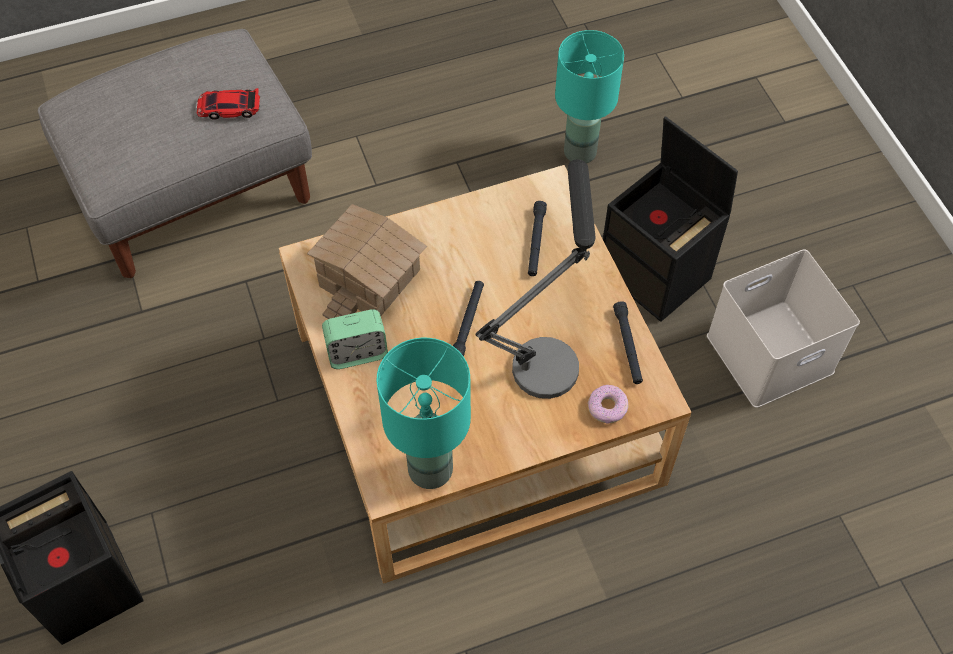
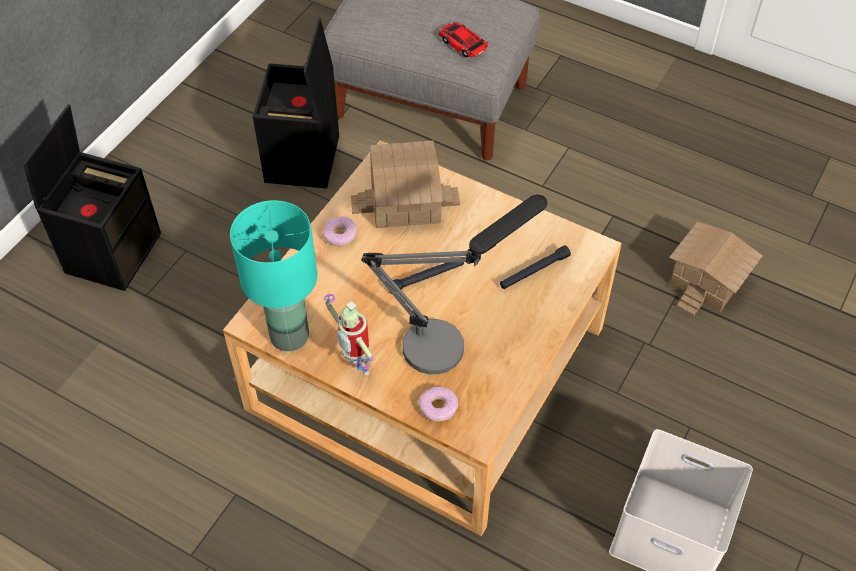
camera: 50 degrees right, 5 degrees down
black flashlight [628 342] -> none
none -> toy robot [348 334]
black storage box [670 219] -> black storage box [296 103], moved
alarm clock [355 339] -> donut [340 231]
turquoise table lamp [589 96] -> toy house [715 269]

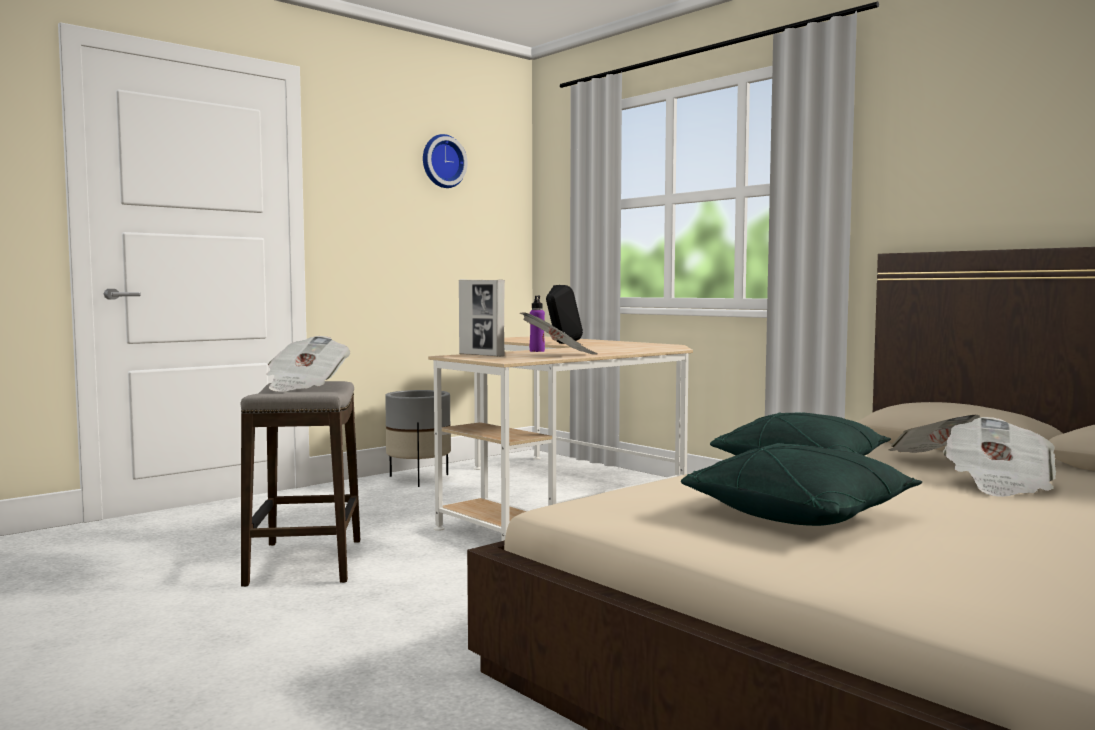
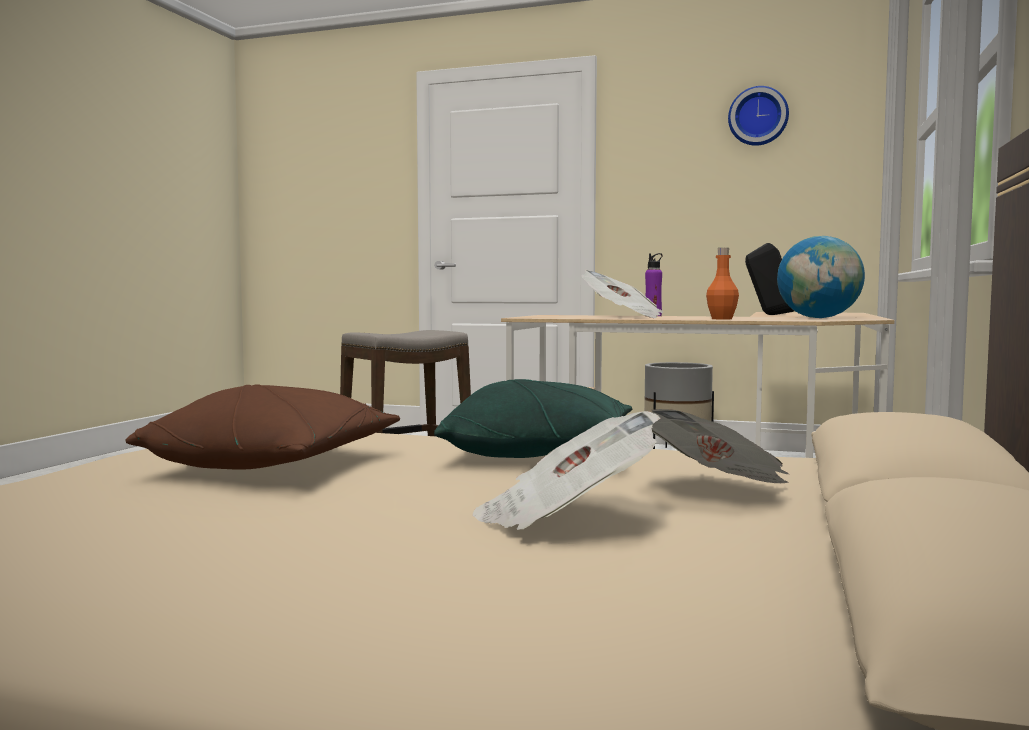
camera: 60 degrees right, 0 degrees up
newspaper [308 364] -> none
picture frame [482 318] -> none
none -> orange bottle [722 283]
none -> globe [821 277]
green pillow [801 484] -> brown pillow [263 427]

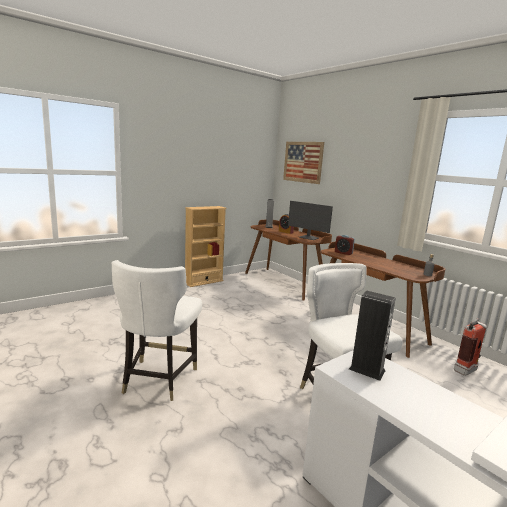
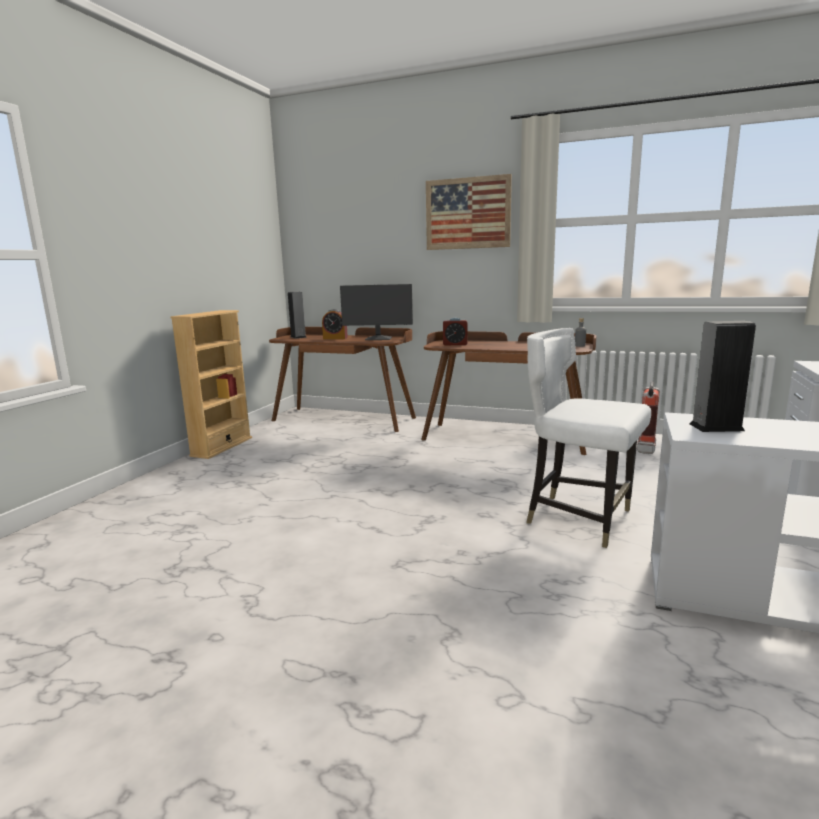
camera: 30 degrees left, 0 degrees up
white chair [157 330] -> none
picture [303 163] -> picture [469 212], moved

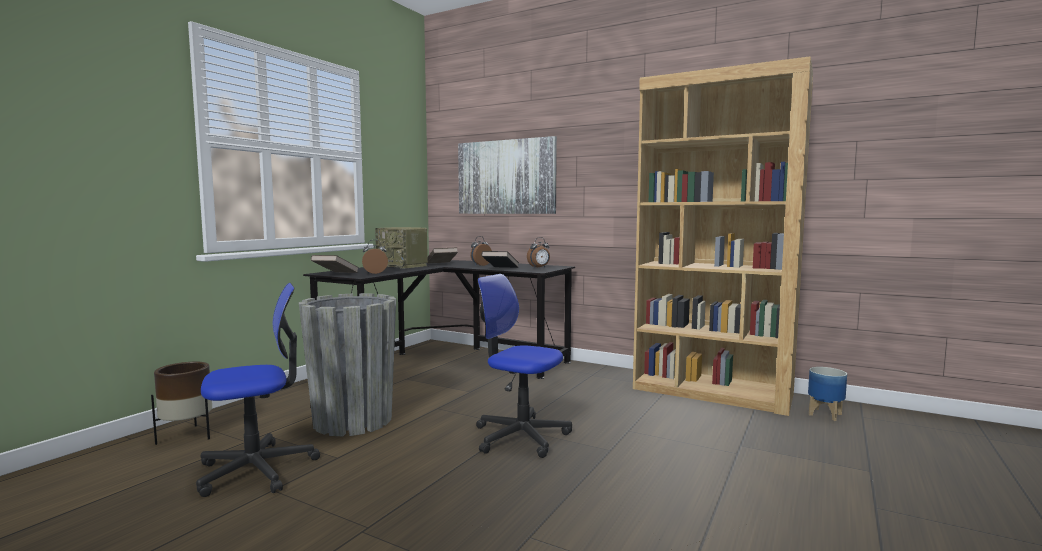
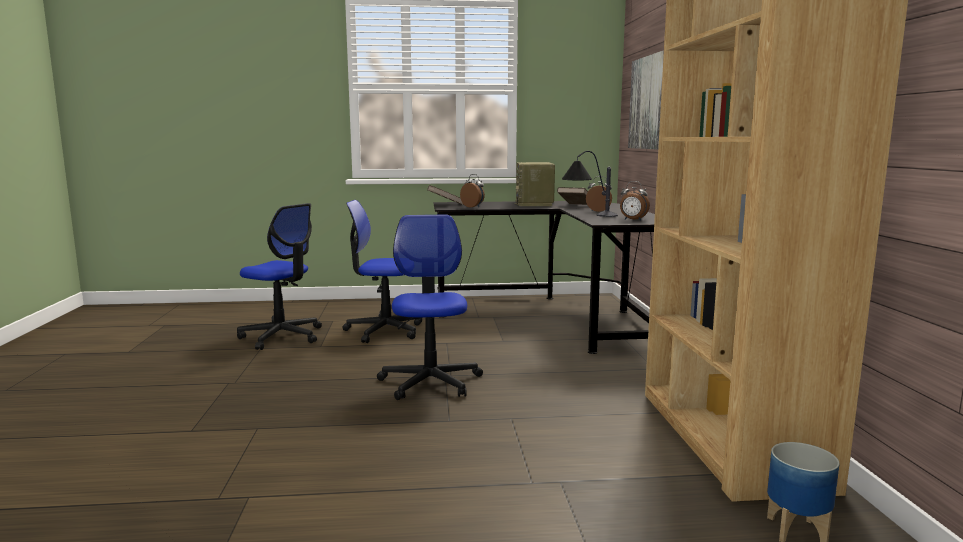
camera: 55 degrees right, 5 degrees up
brown planter [181 403] -> none
grey planter [347 364] -> office chair [382 271]
black book [500 259] -> table lamp [590 184]

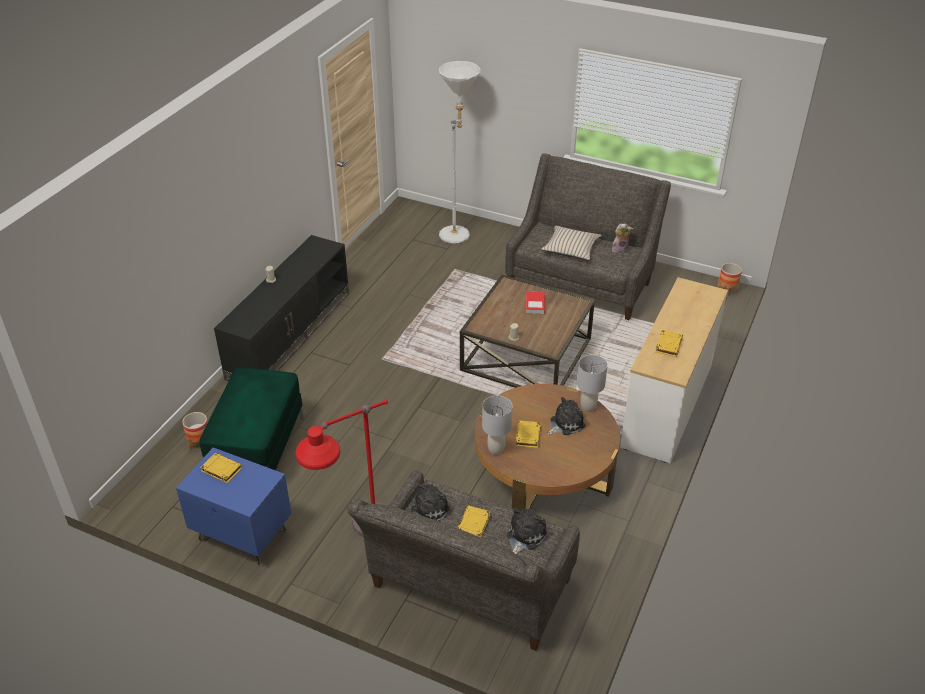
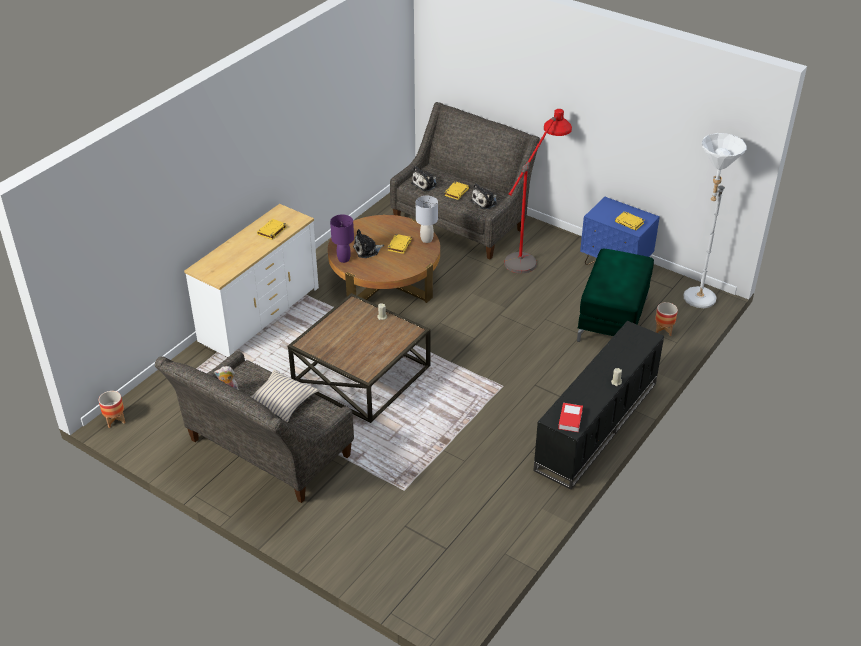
camera: 170 degrees left, 0 degrees up
white floor lamp [459 152] -> white floor lamp [715 220], moved
book [535 303] -> book [570 417], moved
grey table lamp [592 383] -> purple table lamp [342 238]

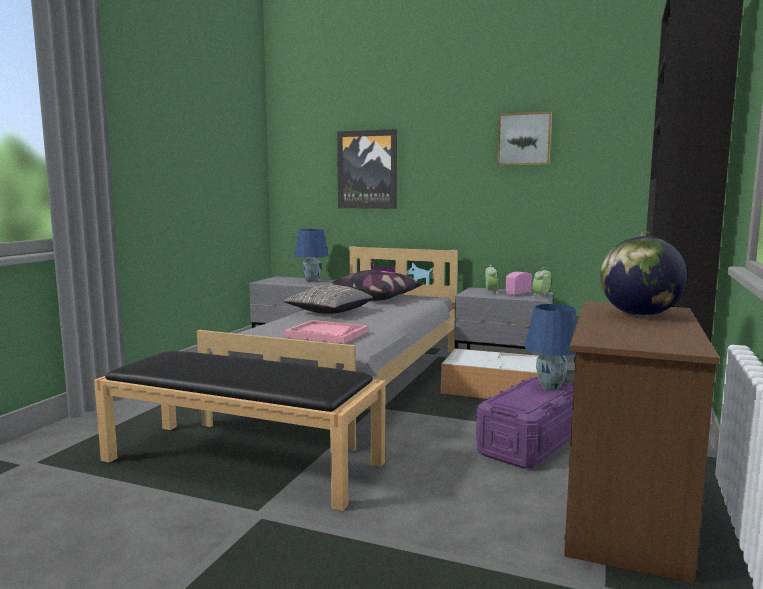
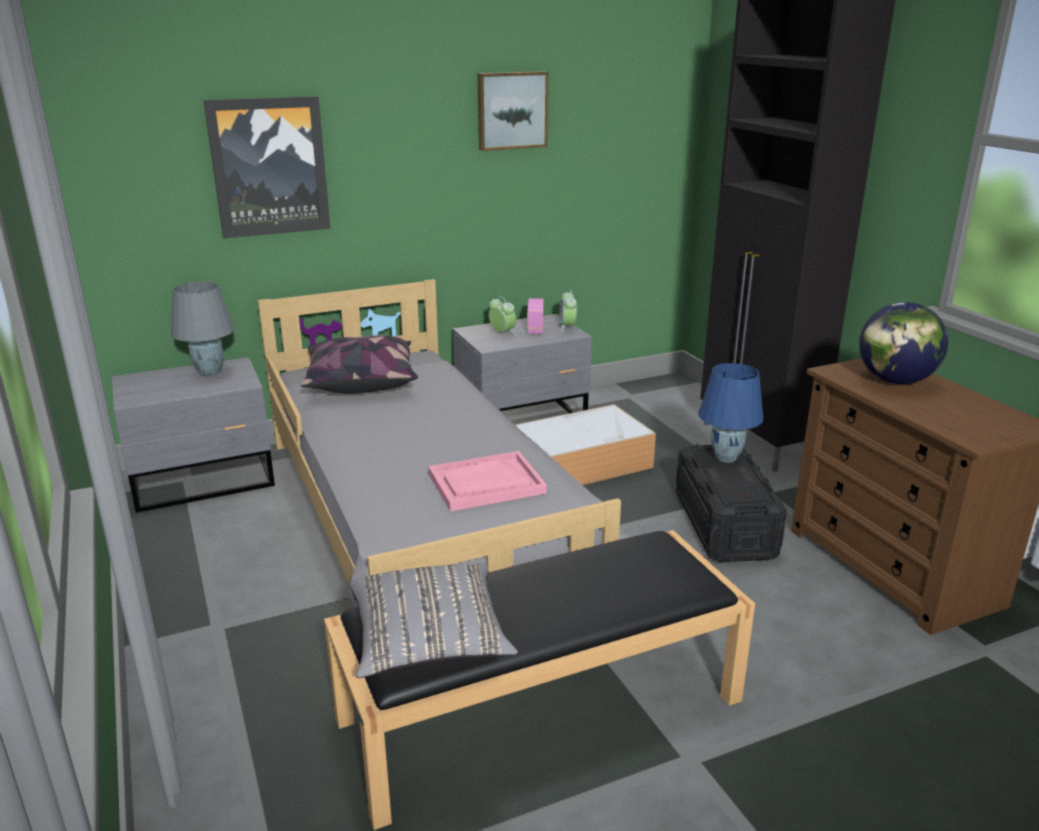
camera: 45 degrees left, 15 degrees up
grey pillow [328 299] -> grey pillow [433 620], moved
blue table lamp [312 255] -> grey table lamp [202 328]
purple storage box [525 423] -> black storage box [731 503]

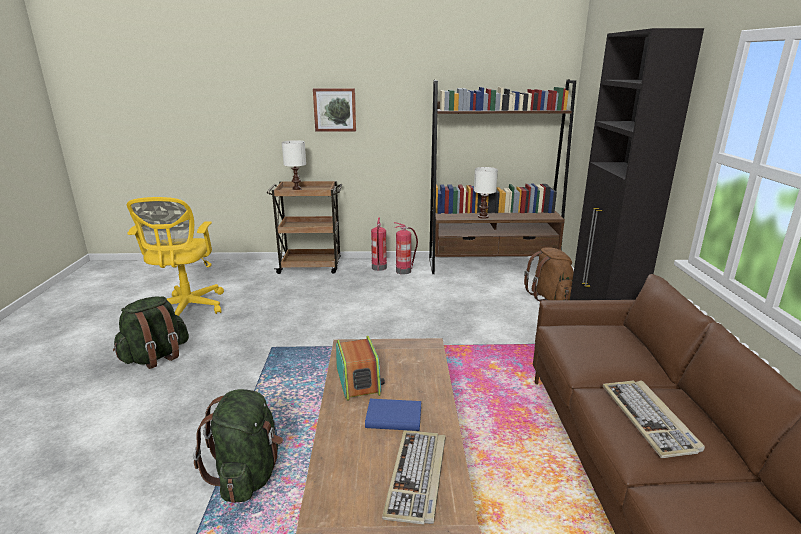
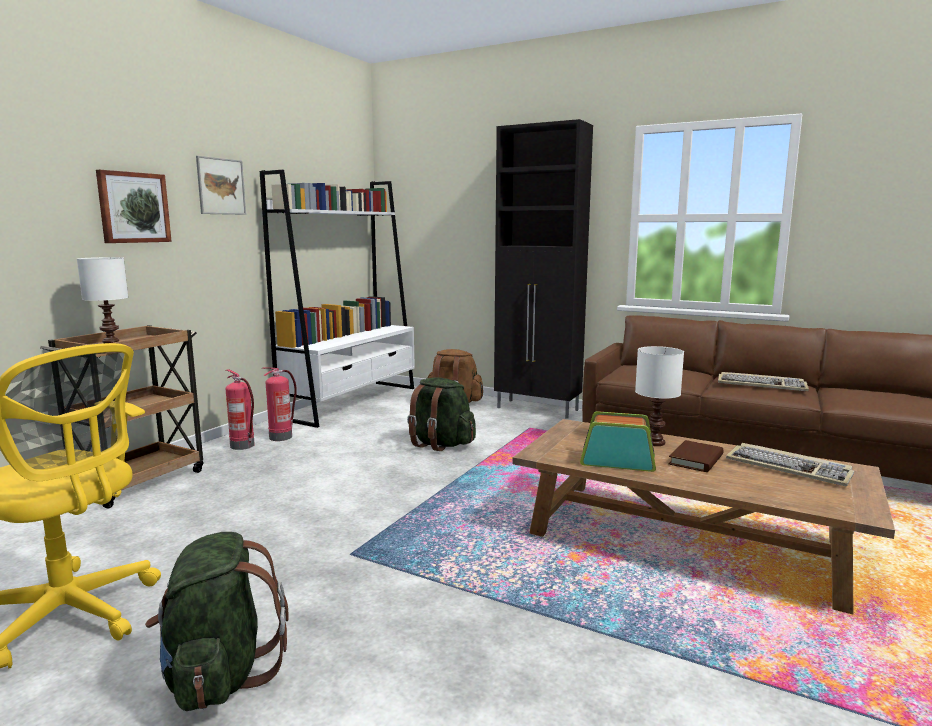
camera: 60 degrees left, 10 degrees down
none -> picture [221 185]
green backpack [238 446] -> green backpack [441 414], moved
white table lamp [486 193] -> white table lamp [659 396], moved
blue book [393 415] -> brown book [695 456]
brown bookcase [502 176] -> white bookcase [337 299]

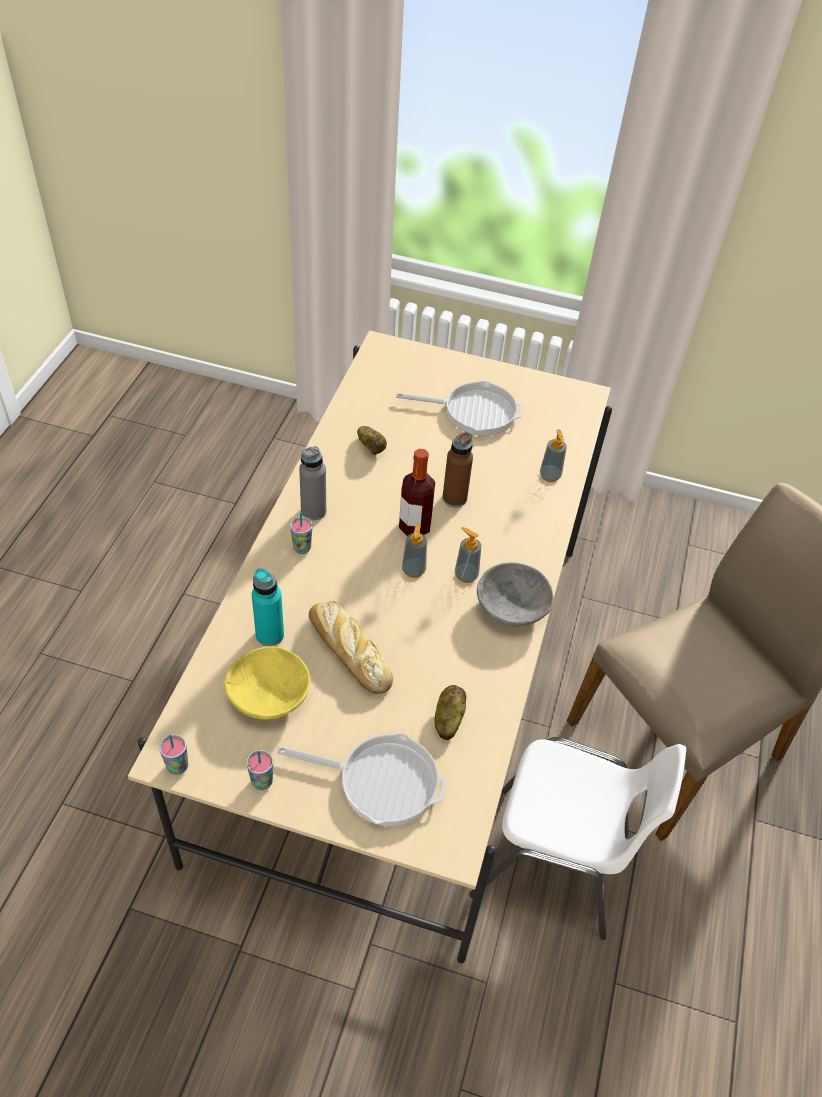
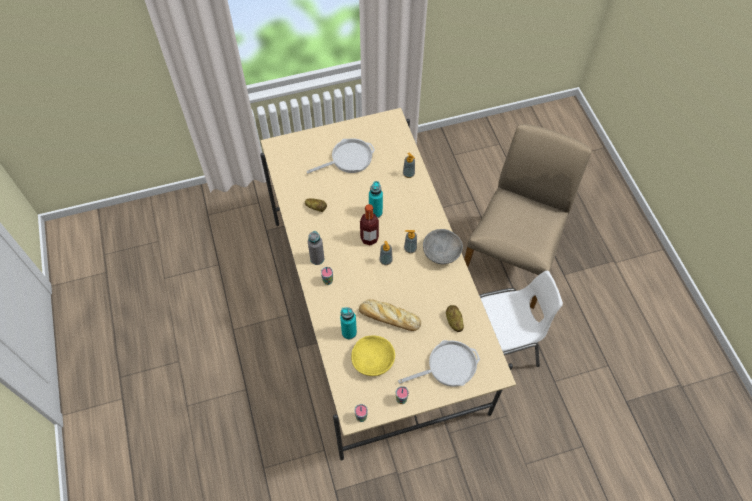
camera: 30 degrees left, 10 degrees up
brown bottle [457 469] -> turquoise bottle [376 199]

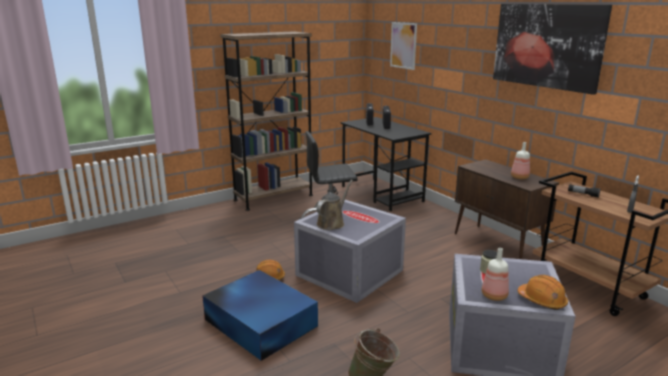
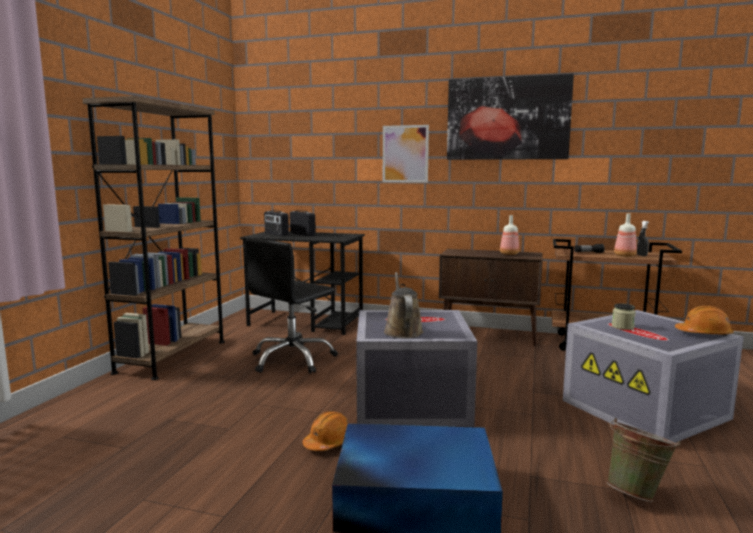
camera: 40 degrees left, 10 degrees down
picture [403 46] -> picture [406 154], moved
bottle [495 274] -> bottle [625 235], moved

